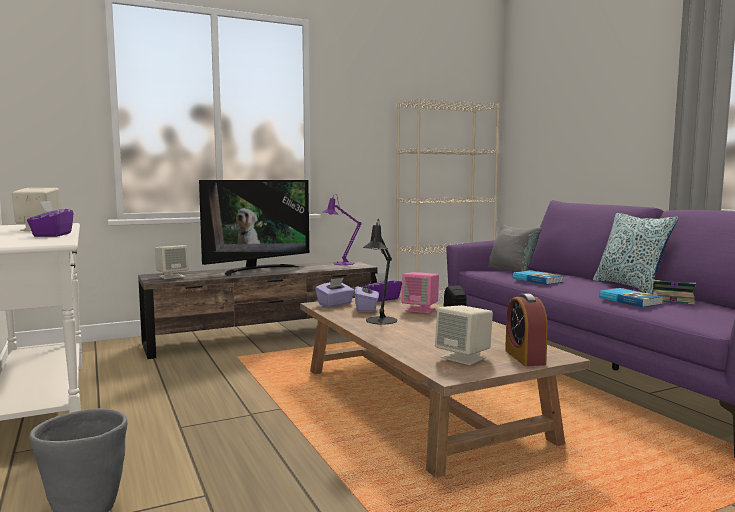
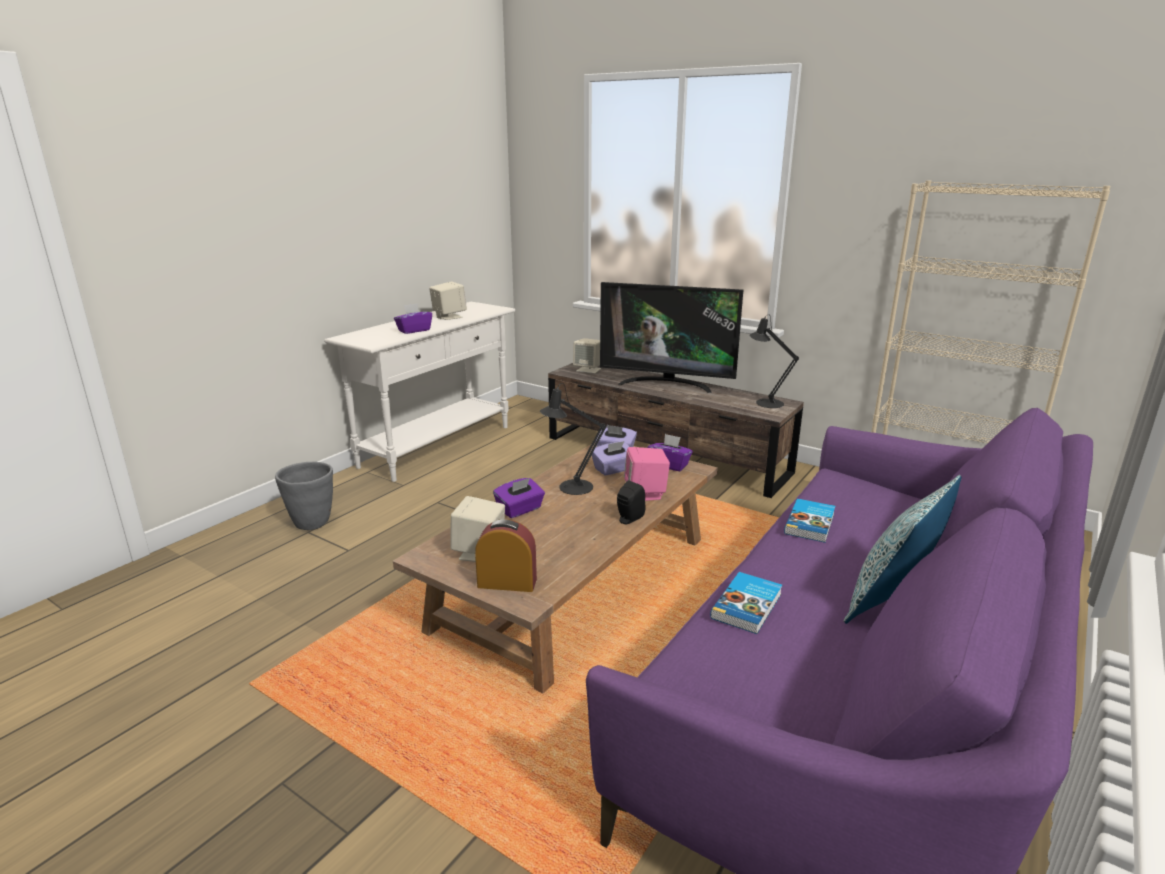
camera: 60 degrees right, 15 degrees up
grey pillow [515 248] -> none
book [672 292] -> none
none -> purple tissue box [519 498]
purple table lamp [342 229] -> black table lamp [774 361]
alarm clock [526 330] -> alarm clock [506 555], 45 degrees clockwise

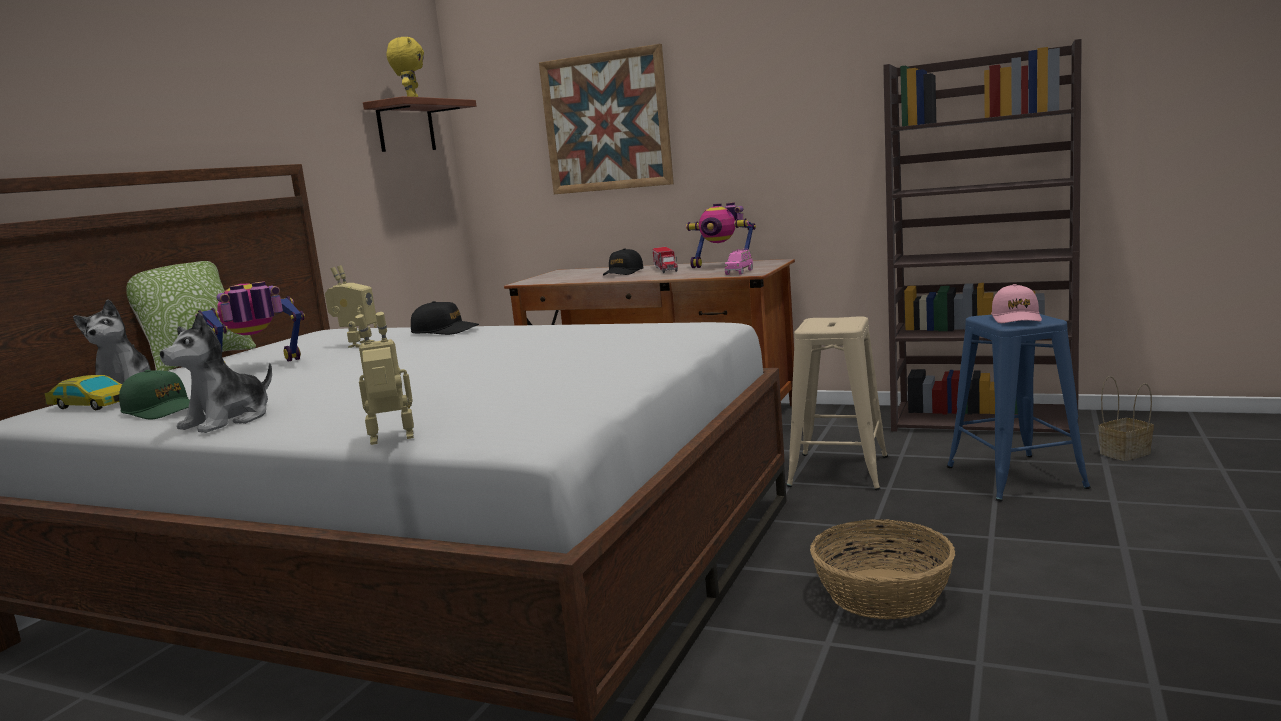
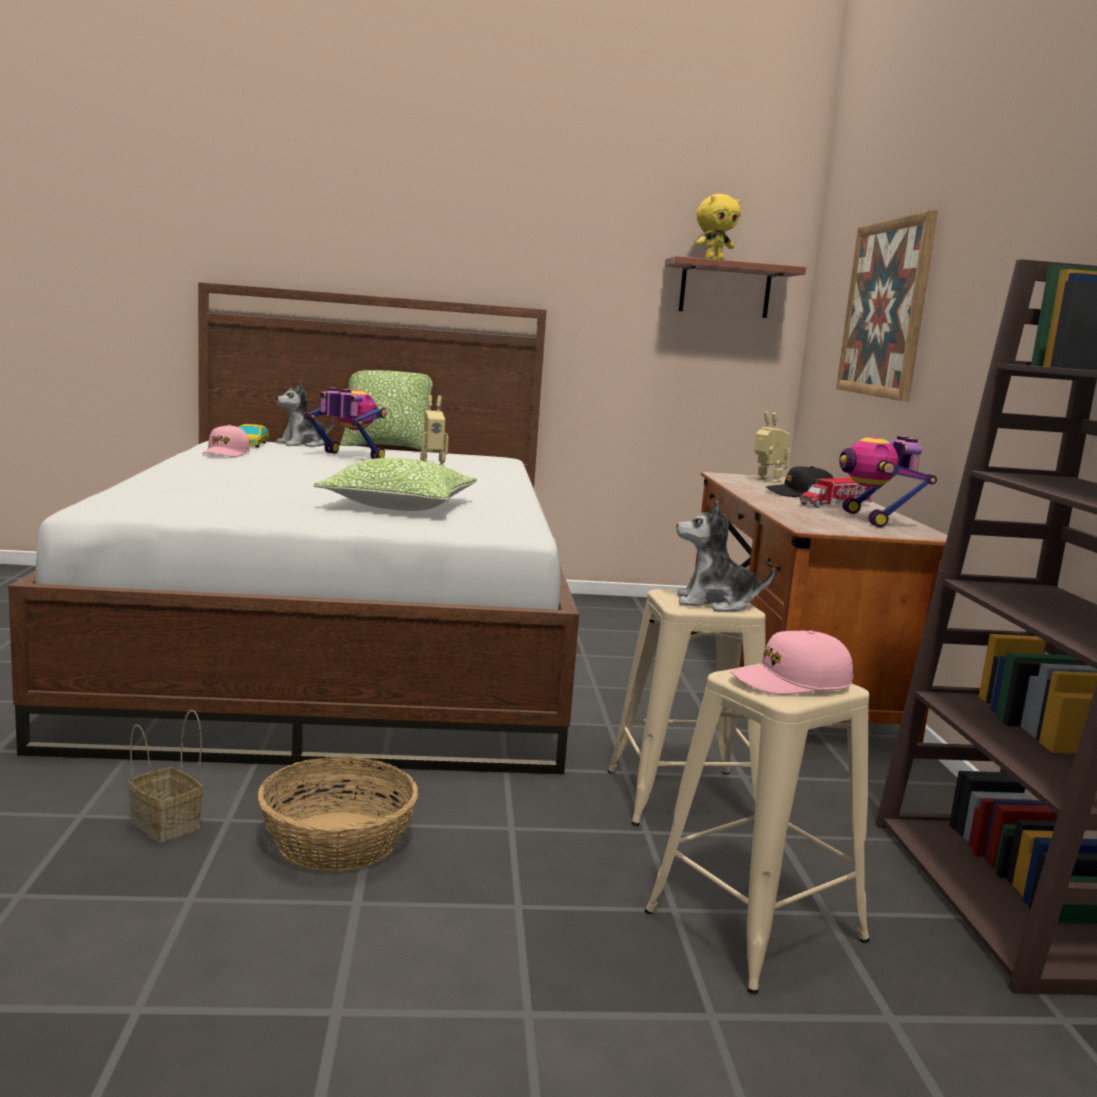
camera: 60 degrees right, 0 degrees up
black cap [445 318] -> none
pink toy car [738 262] -> none
none -> pillow [395 484]
plush toy [216 372] -> plush toy [726 556], moved
toy robot [384 378] -> toy robot [772 447], moved
basket [1126 418] -> basket [165 776], moved
green cap [154 394] -> pink cap [226 441]
blue stool [1019 408] -> beige stool [757 829]

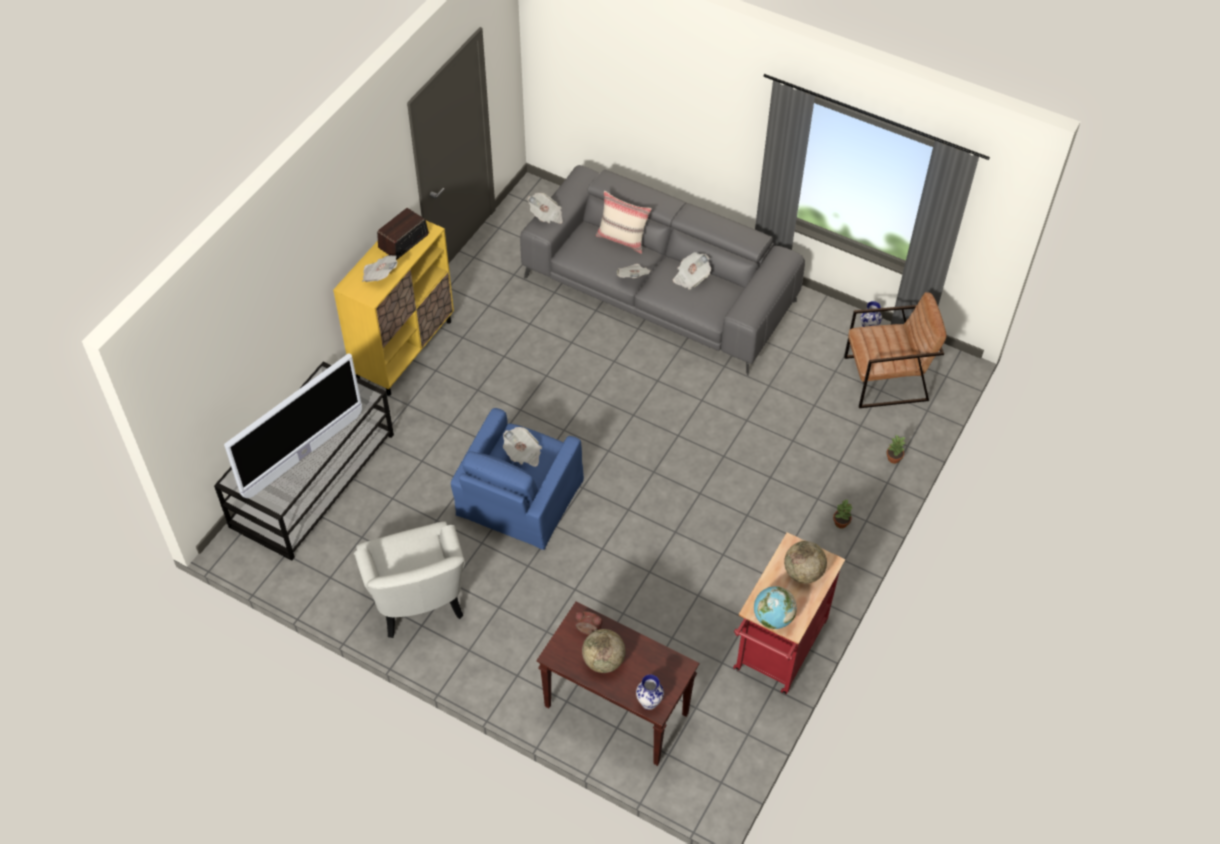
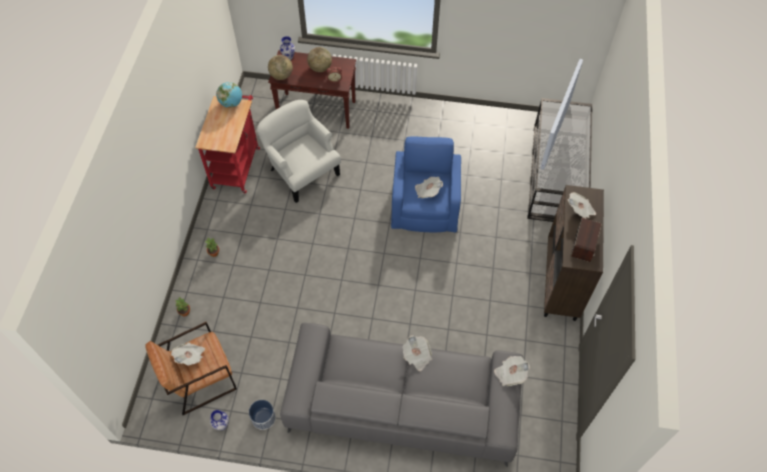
camera: 160 degrees right, 5 degrees up
beige pillow [624 222] -> none
none -> planter [262 415]
white armchair [409 579] -> white armchair [299 151], moved
newspaper [692 271] -> newspaper [188 353], moved
globe [805 562] -> globe [280 67], moved
yellow cabinet [393 308] -> brown cabinet [574 253]

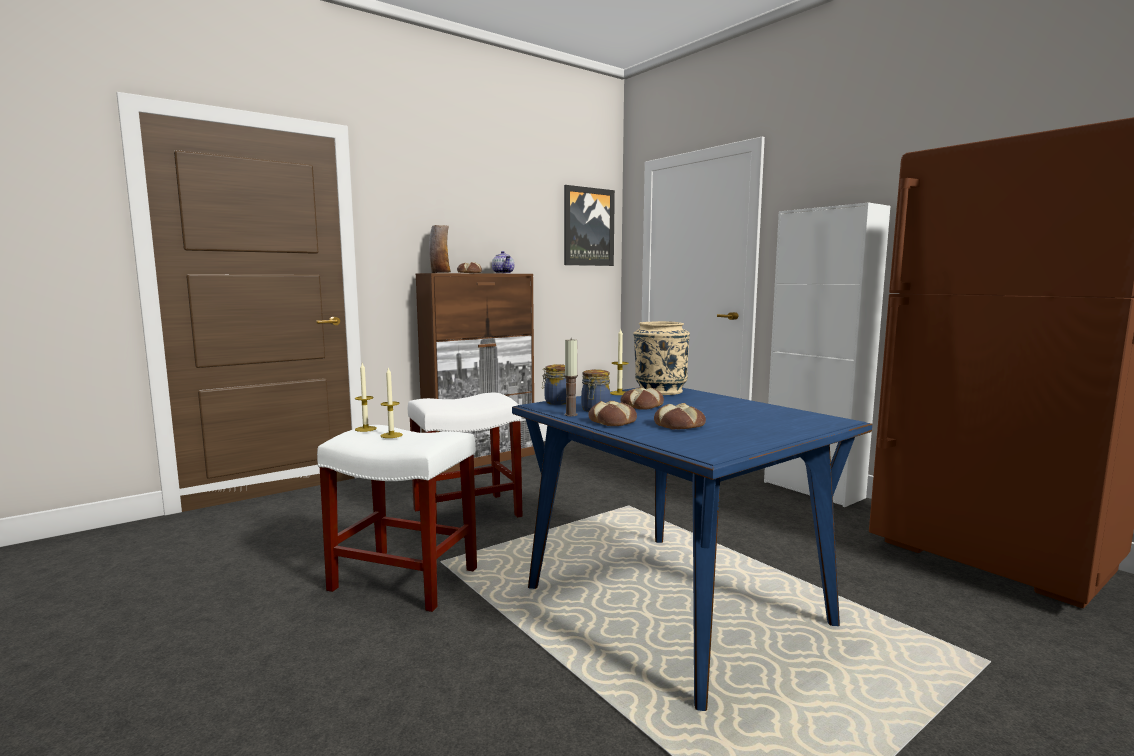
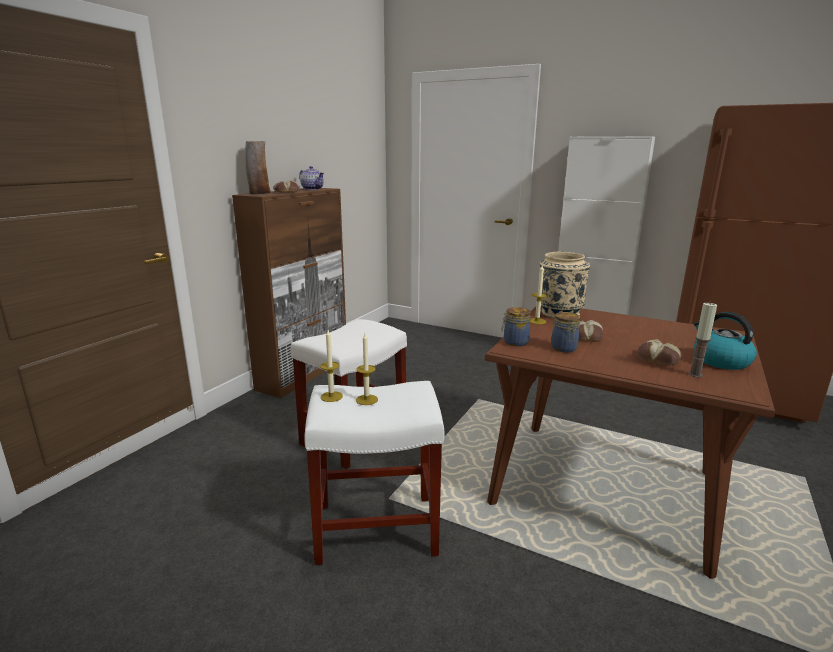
camera: 25 degrees left, 10 degrees up
picture [589 225] -> none
bread [612 413] -> none
none -> kettle [725 341]
candle [571 376] -> candle [702 340], moved
blue dining table [692 549] -> brown dining table [630 443]

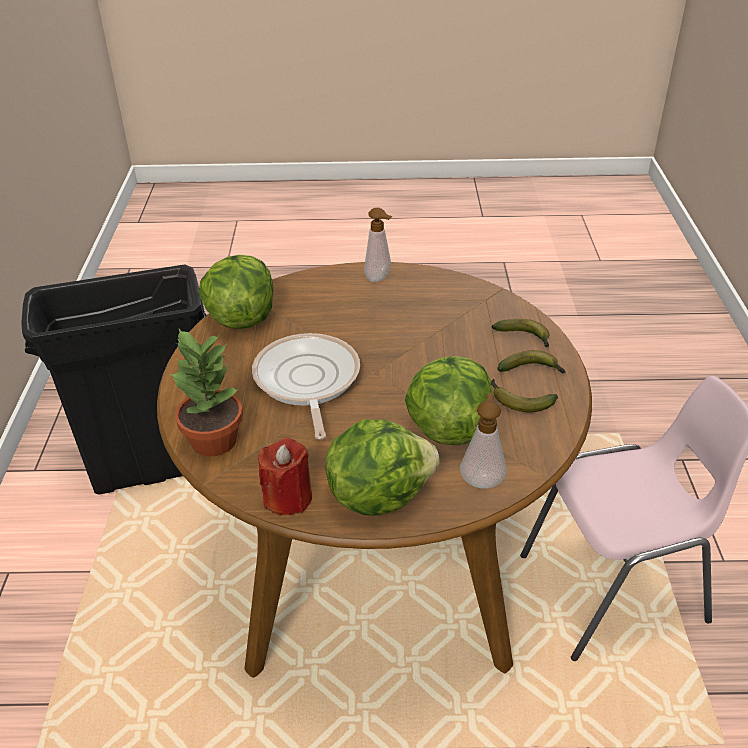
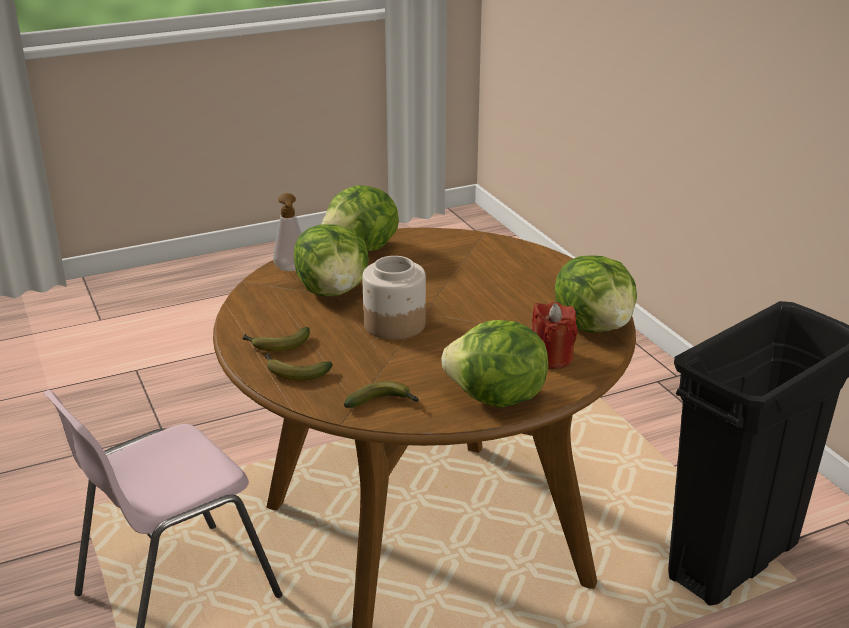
camera: 155 degrees right, 10 degrees down
potted plant [206 392] -> none
frying pan [306 386] -> none
none -> jar [394 298]
red candle [285 476] -> red candle [554 335], moved
banana [524 395] -> banana [382 394], moved
soap dispenser [378 245] -> lettuce [494 364]

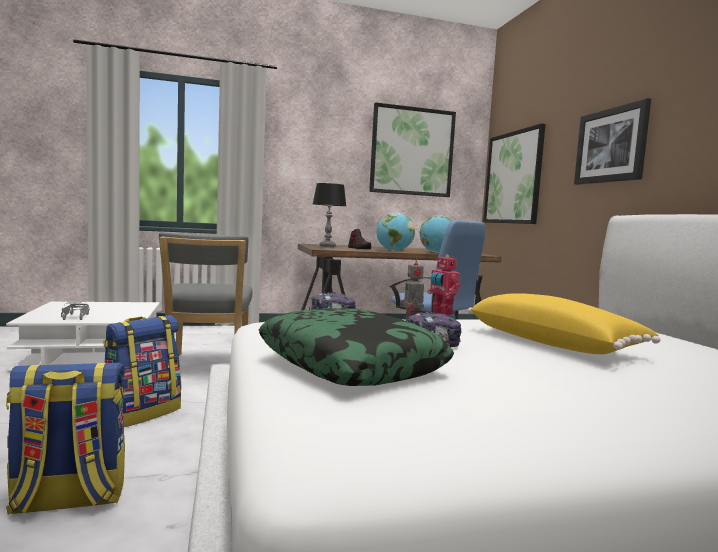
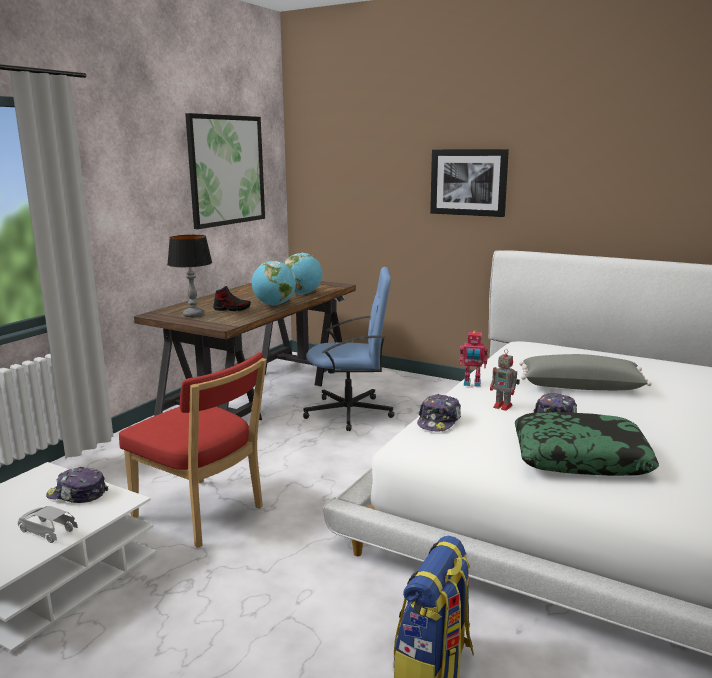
camera: 45 degrees left, 10 degrees up
backpack [142 371] -> none
picture [514 173] -> none
none -> cap [77 485]
grey chair [205 293] -> red chair [193 450]
yellow pillow [564 323] -> grey pillow [585 372]

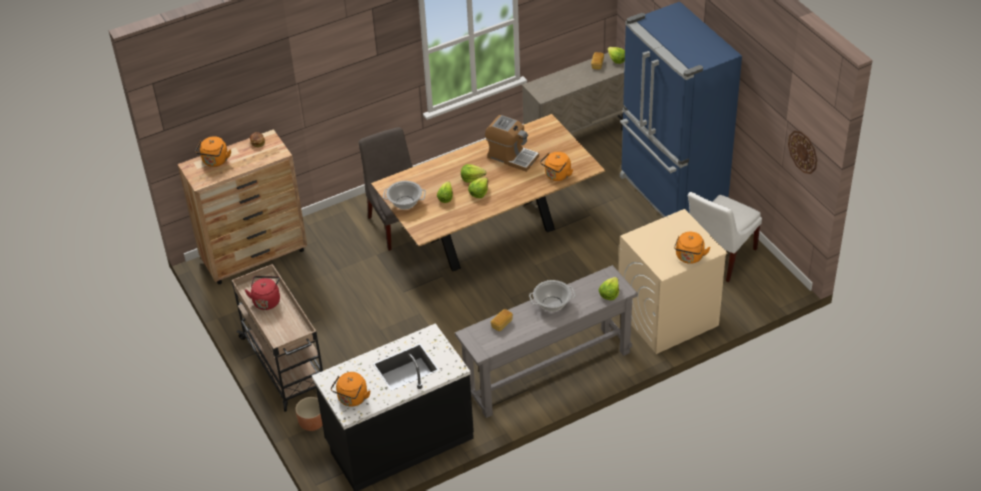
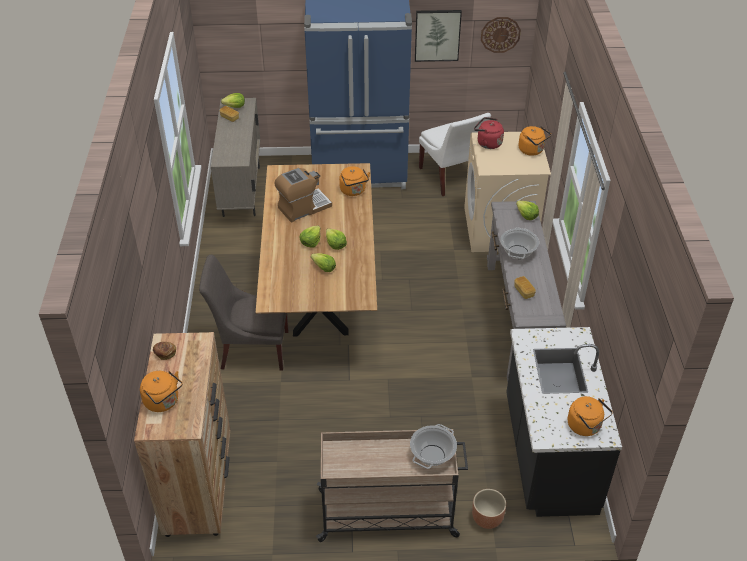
camera: 65 degrees left, 0 degrees up
none -> picture [438 36]
red kettle [262 293] -> red kettle [489 133], moved
cooking pot [404 195] -> cooking pot [433 446], moved

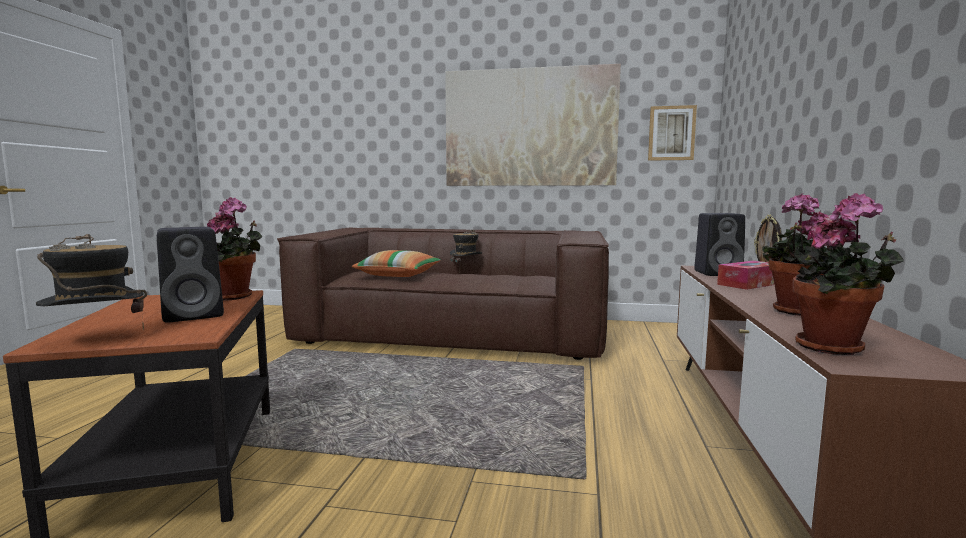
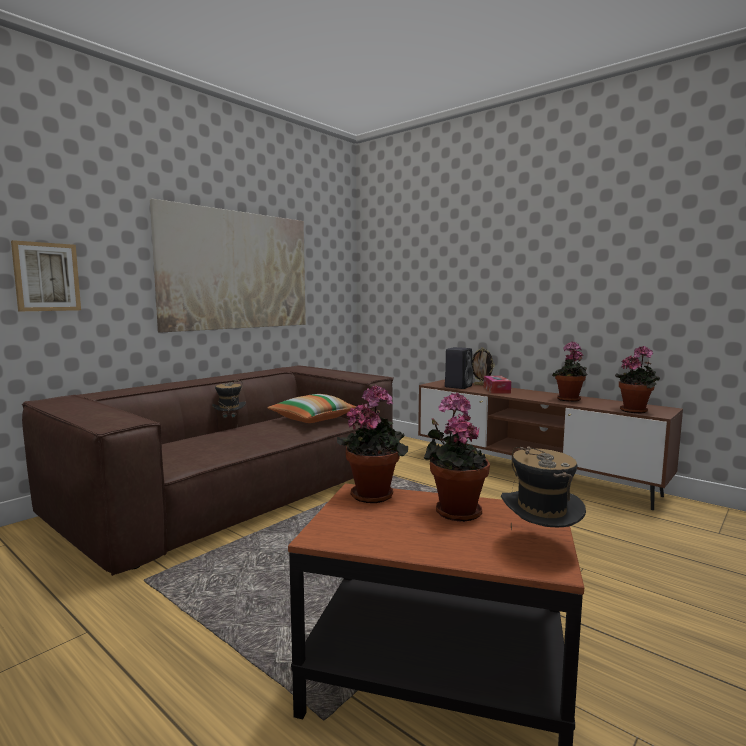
camera: 60 degrees left, 0 degrees up
pillow [396 263] -> pillow [312 408], moved
picture [672 133] -> picture [46 275], moved
black speaker [190 274] -> potted plant [457 457]

